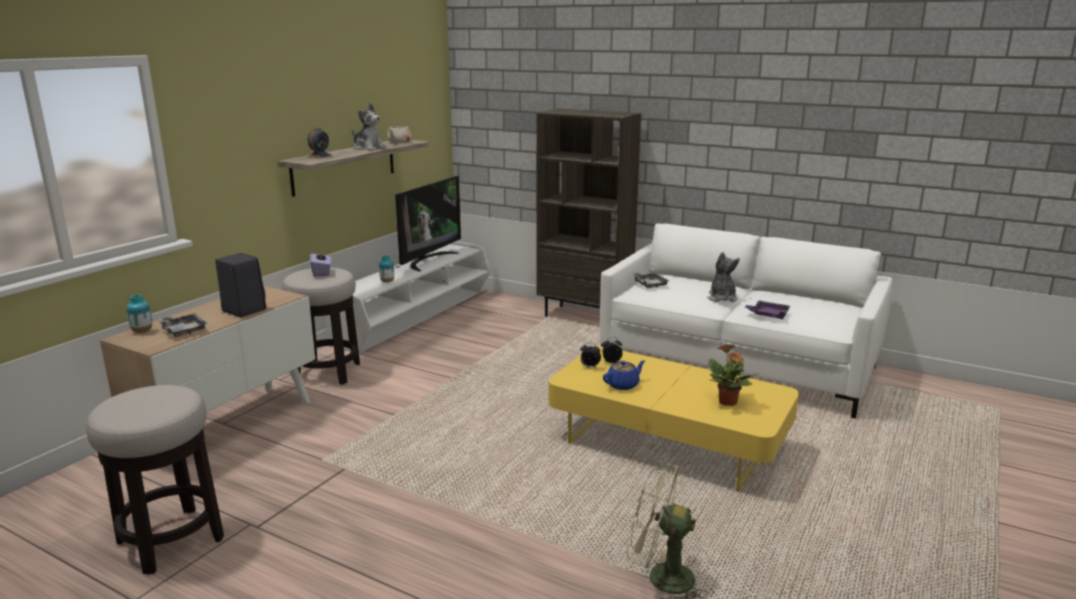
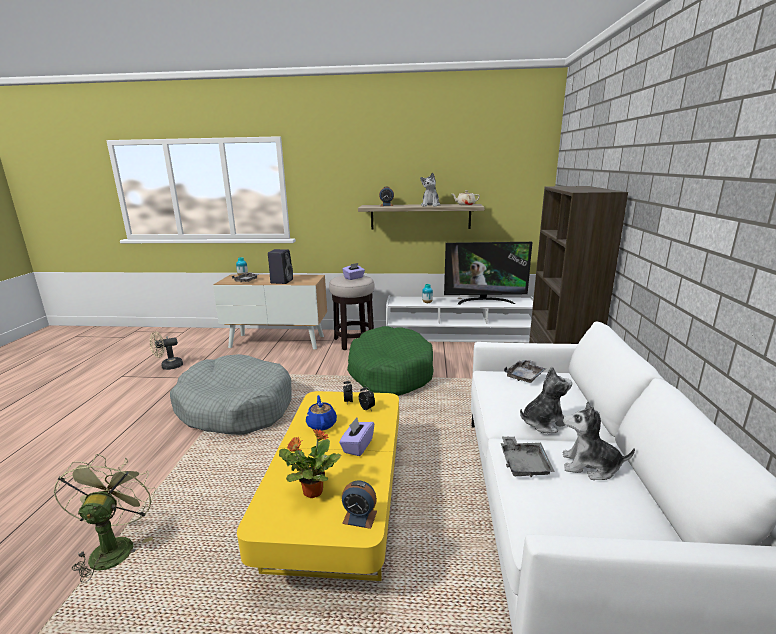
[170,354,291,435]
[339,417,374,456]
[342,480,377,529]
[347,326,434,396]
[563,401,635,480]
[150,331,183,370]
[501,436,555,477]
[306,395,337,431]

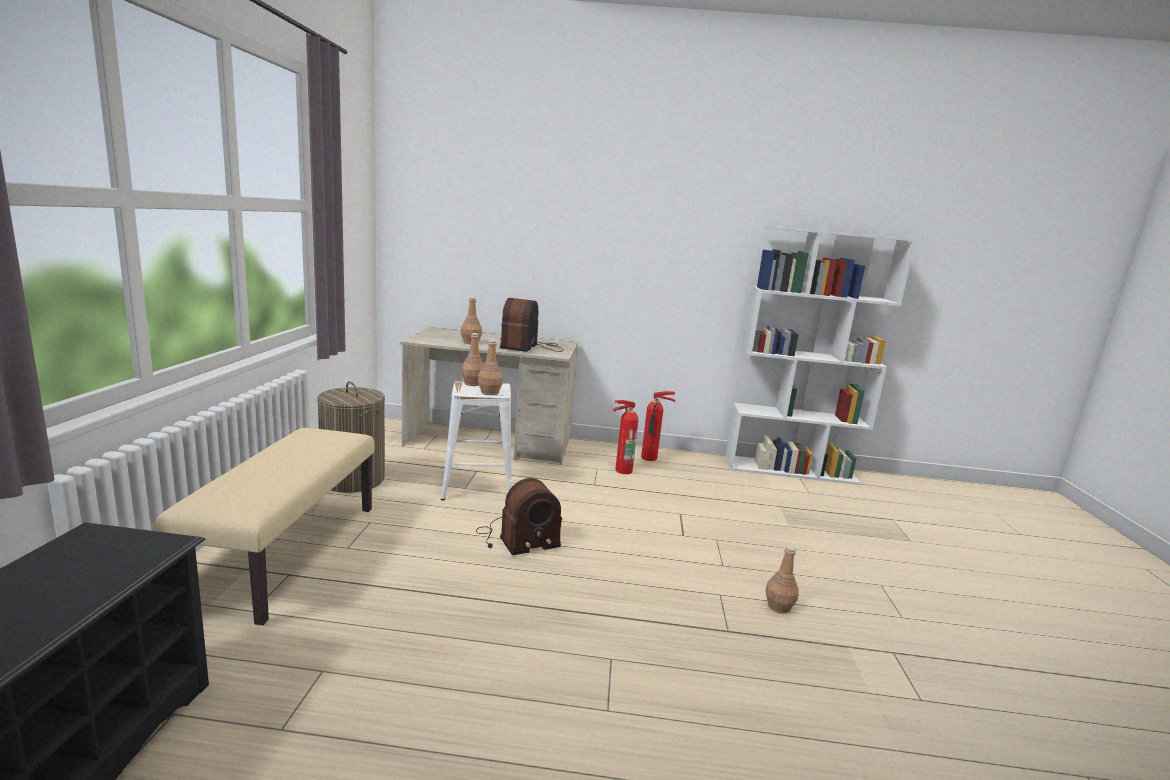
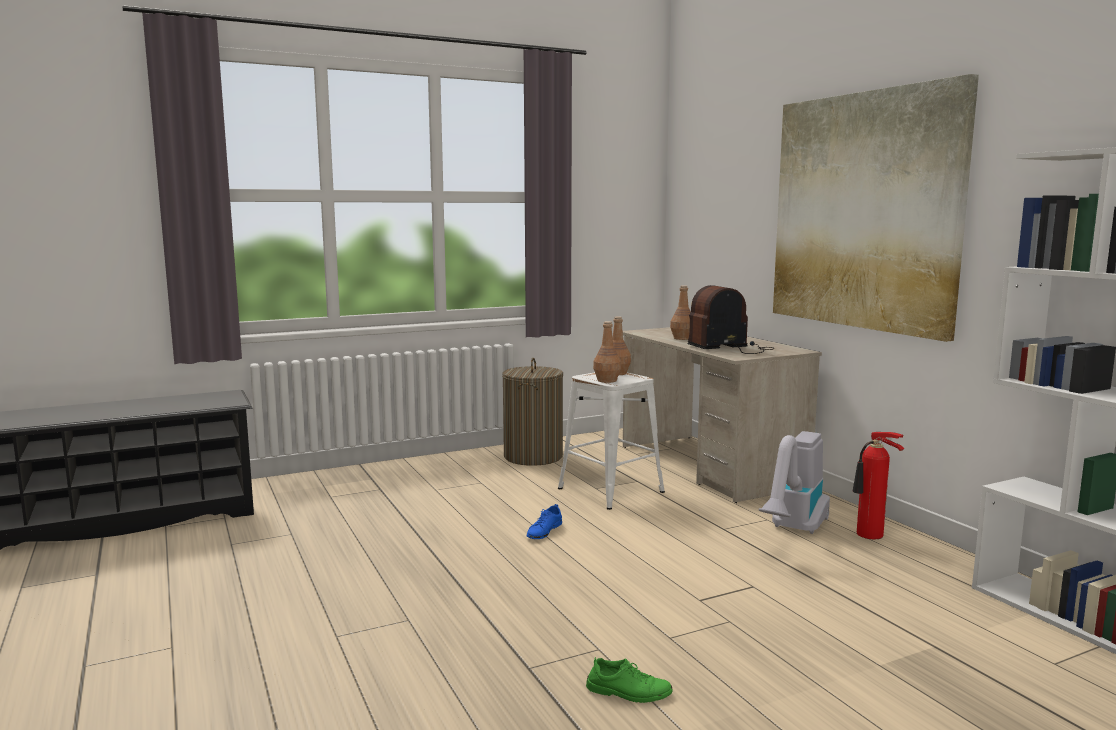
[154,428,375,625] (first image)
[773,74,979,342]
[527,504,562,539]
[759,431,830,534]
[586,657,673,703]

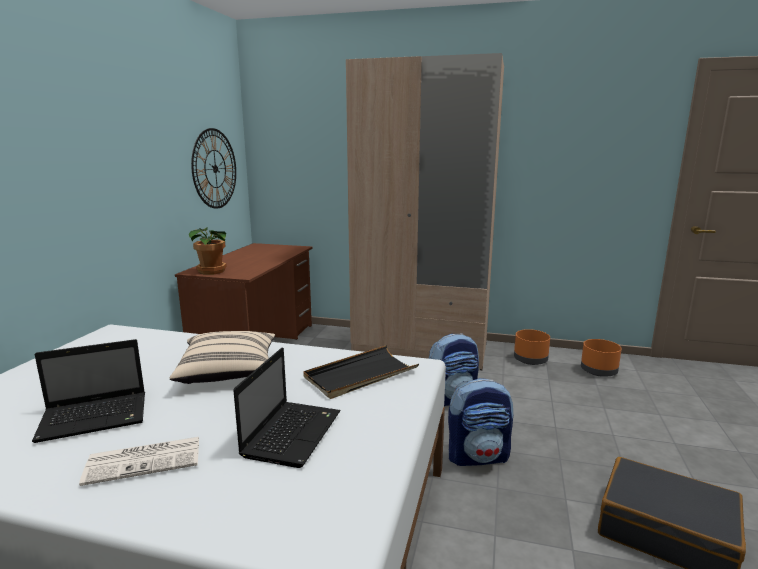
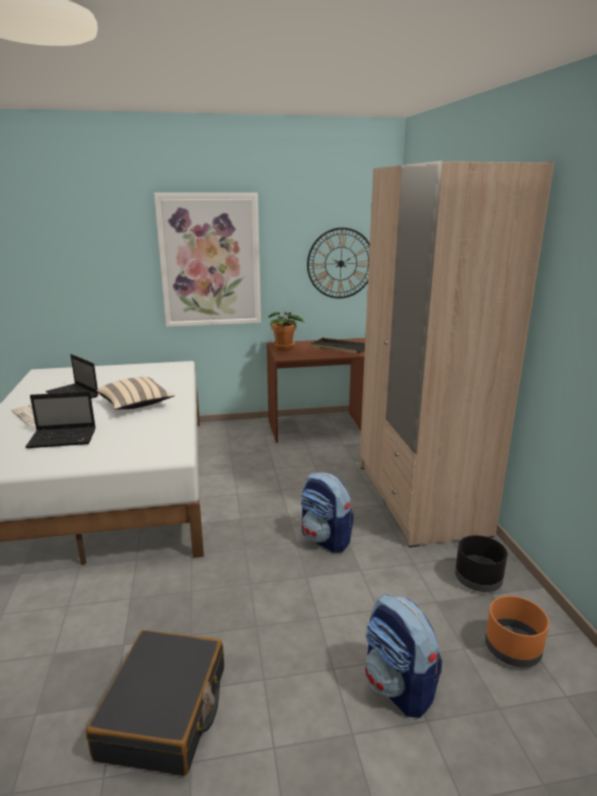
[154,193,261,327]
[310,338,365,353]
[365,594,442,718]
[455,535,508,592]

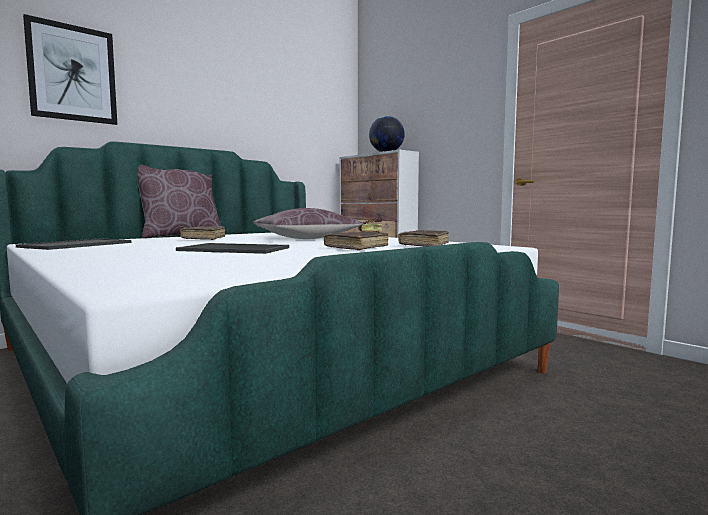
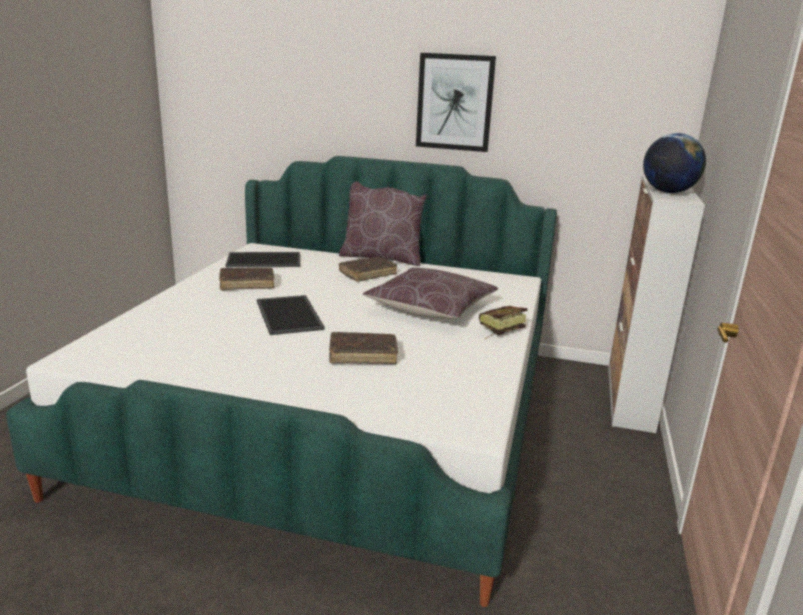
[416,53,496,152]
[219,268,274,290]

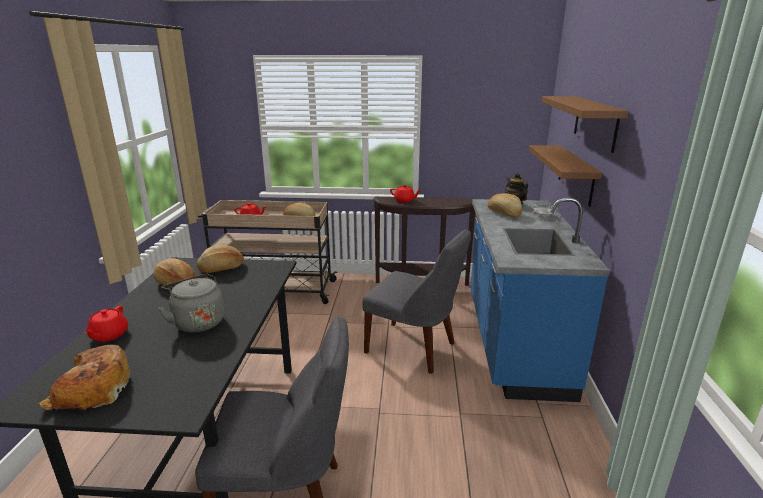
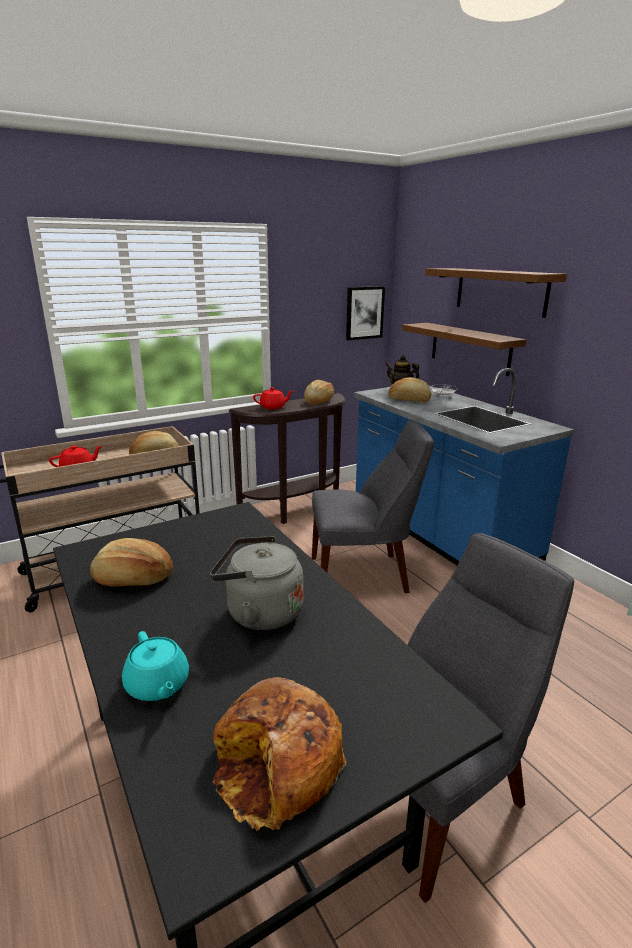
[346,286,385,340]
[304,380,334,405]
[122,631,189,701]

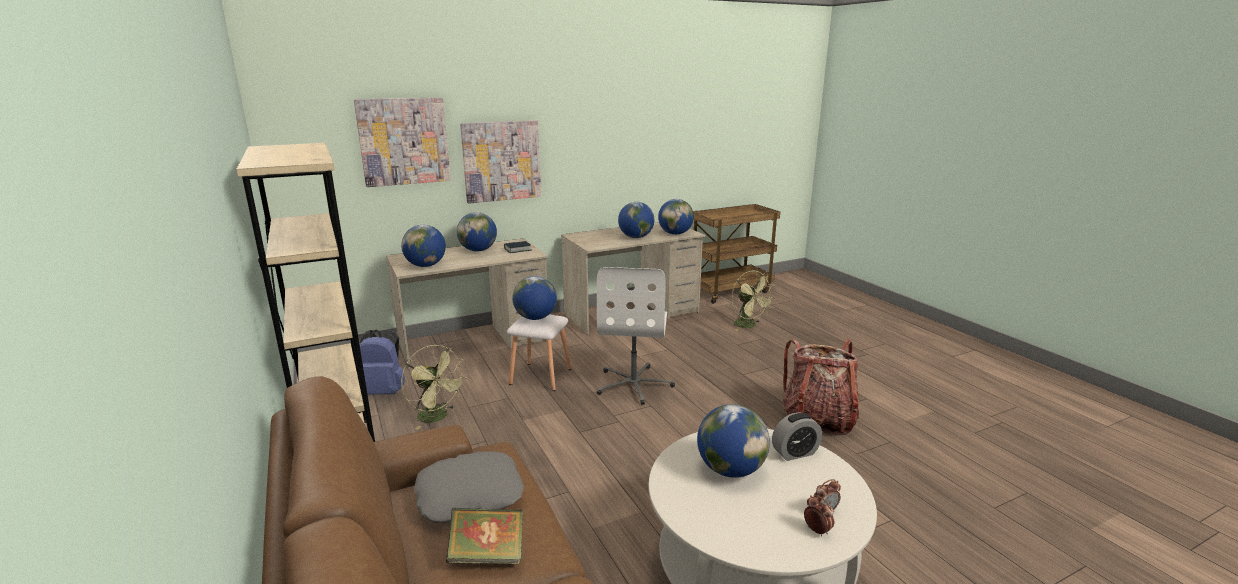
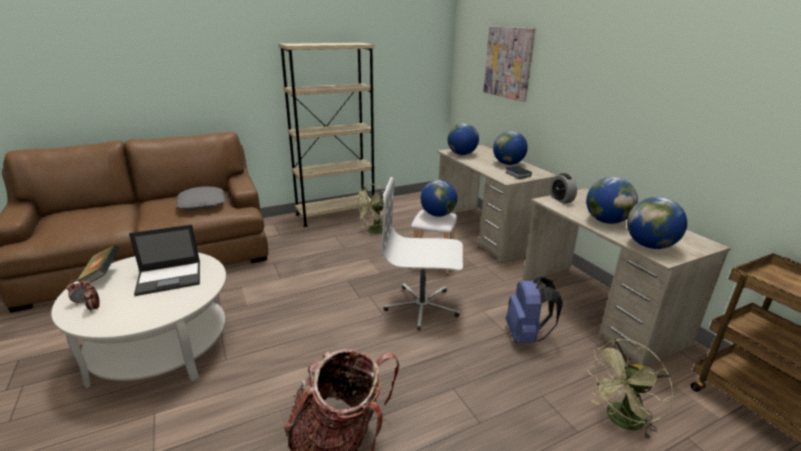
[460,120,541,204] (first image)
[506,277,563,343]
[77,245,119,283]
[550,173,577,204]
[129,225,200,296]

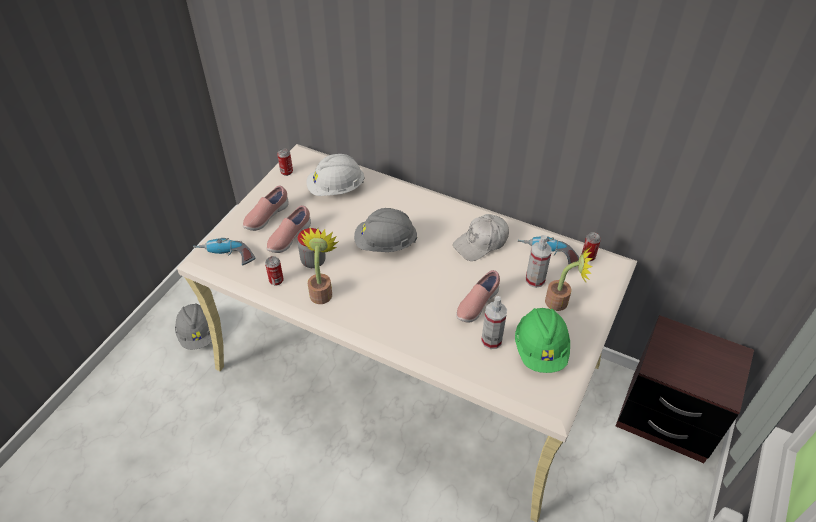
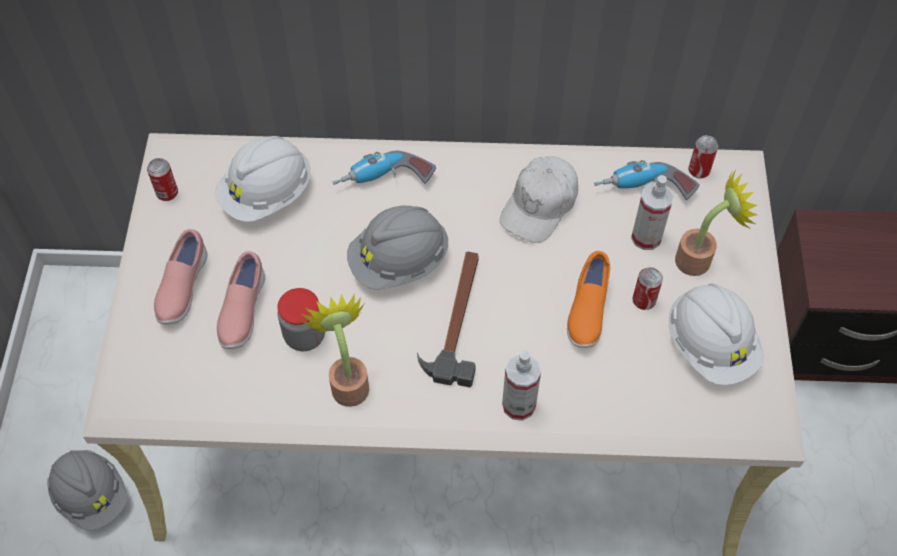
[417,252,479,387]
[333,151,436,185]
[632,267,663,310]
[502,351,541,421]
[567,251,610,348]
[669,284,764,385]

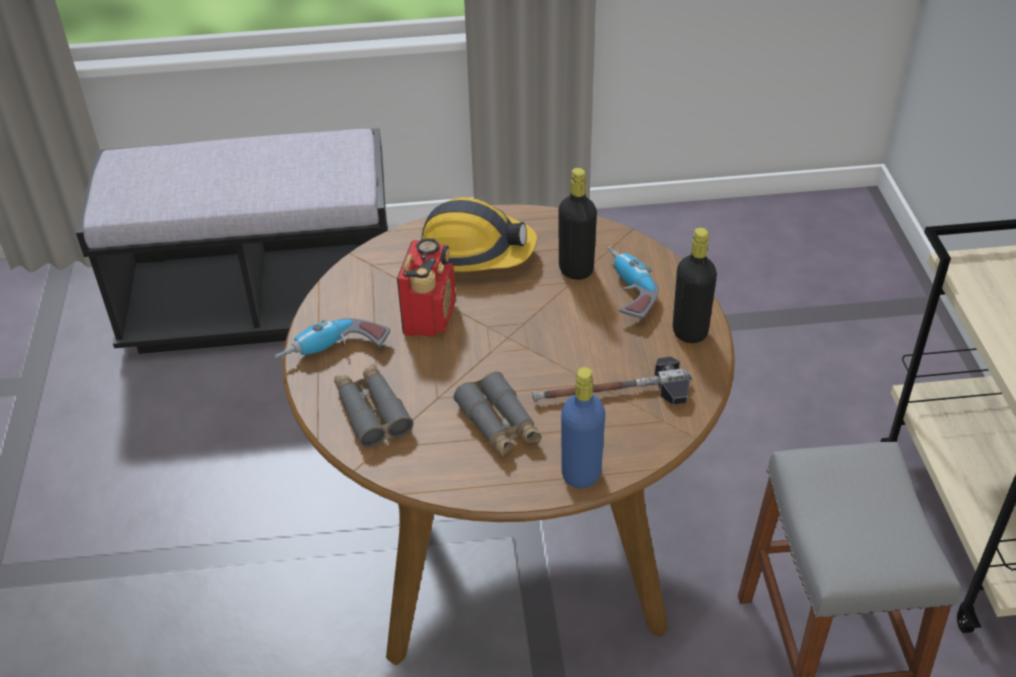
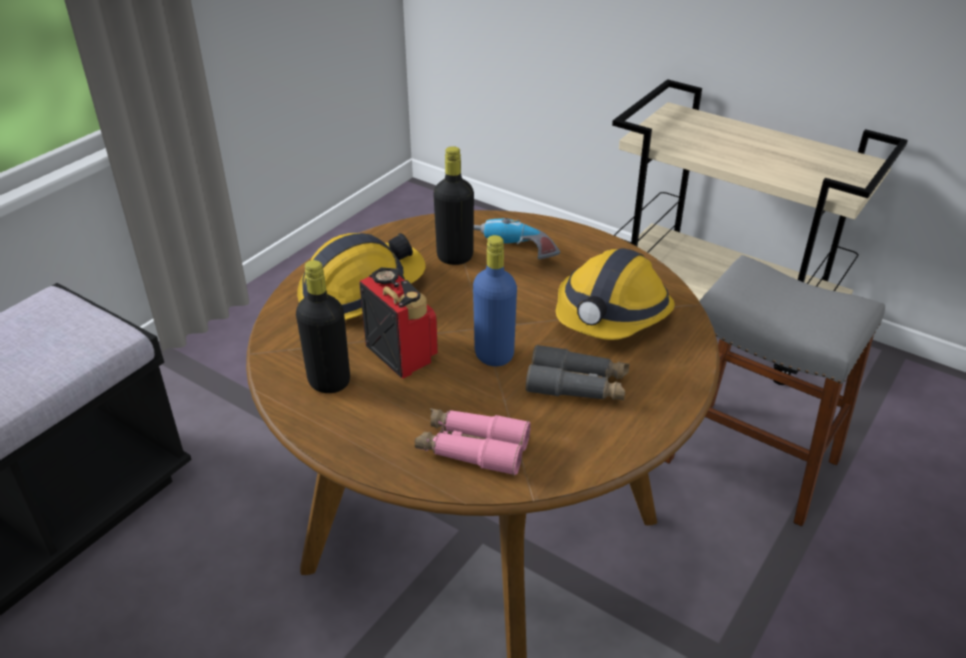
[274,318,390,358] (first image)
[473,235,517,366]
[296,260,350,393]
[556,248,675,340]
[415,408,531,476]

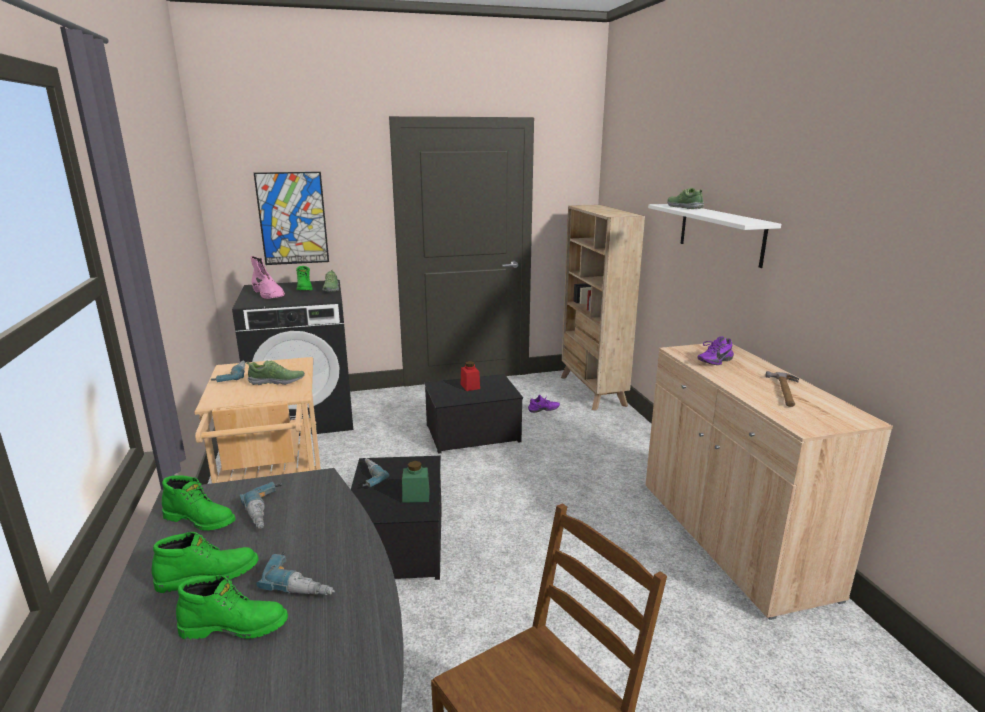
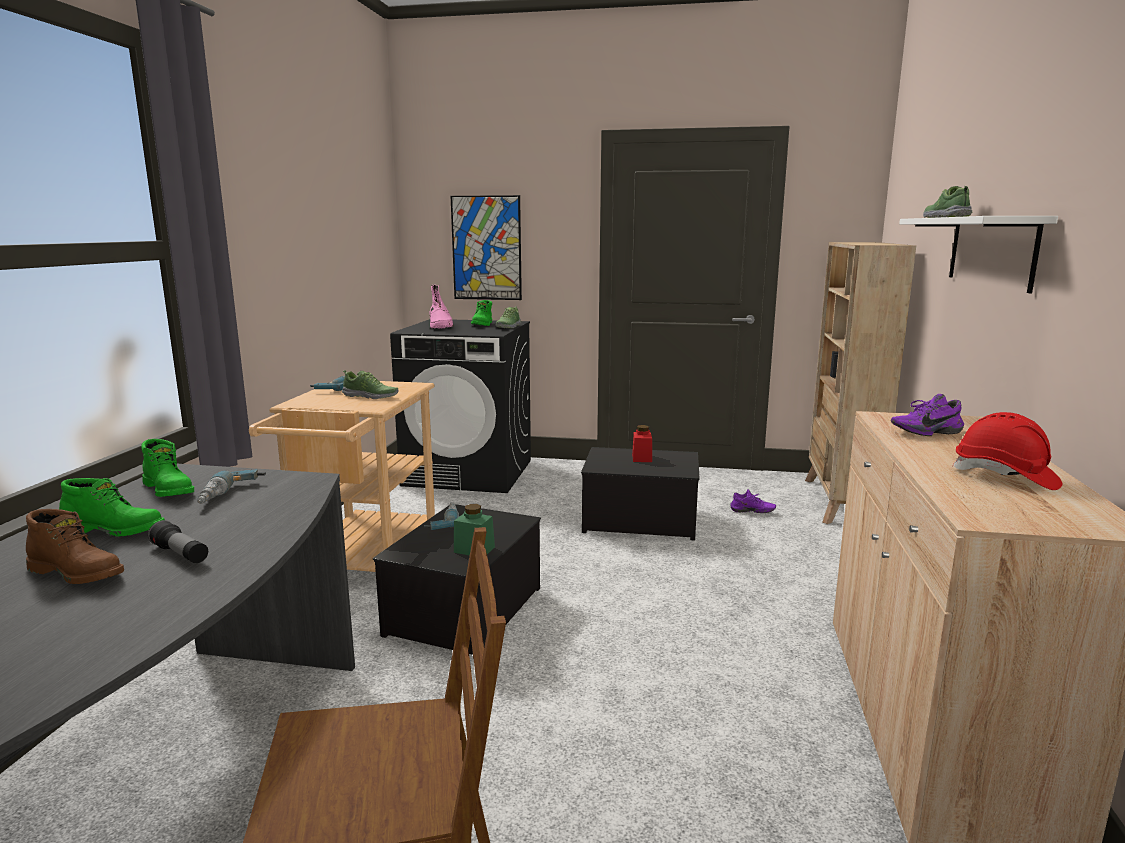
[148,520,208,563]
[953,412,1062,490]
[26,509,124,584]

